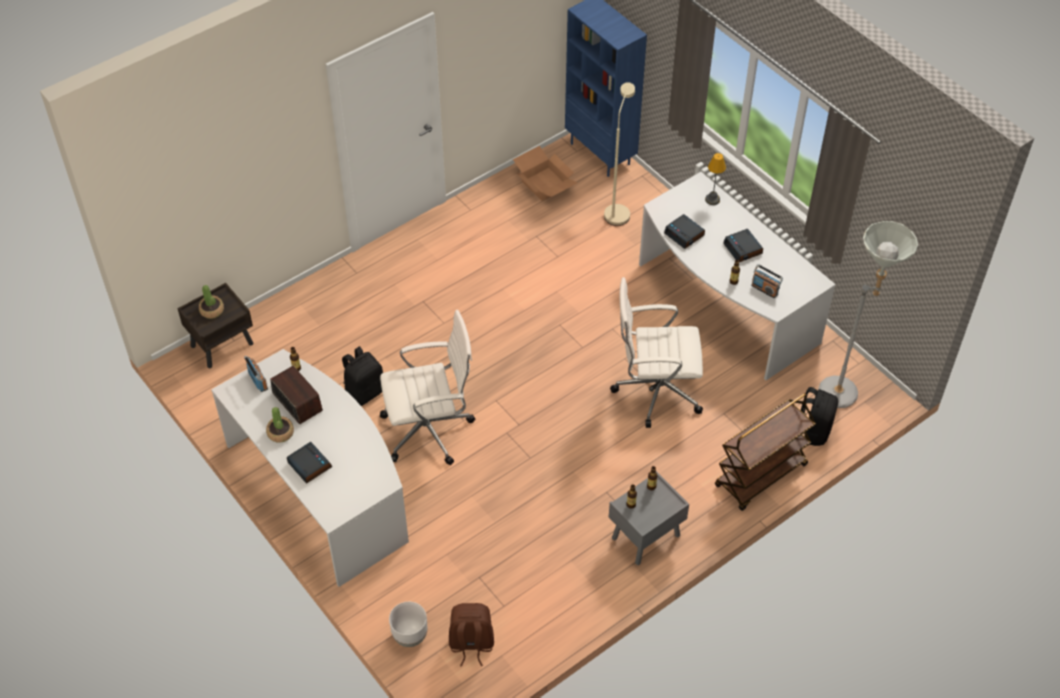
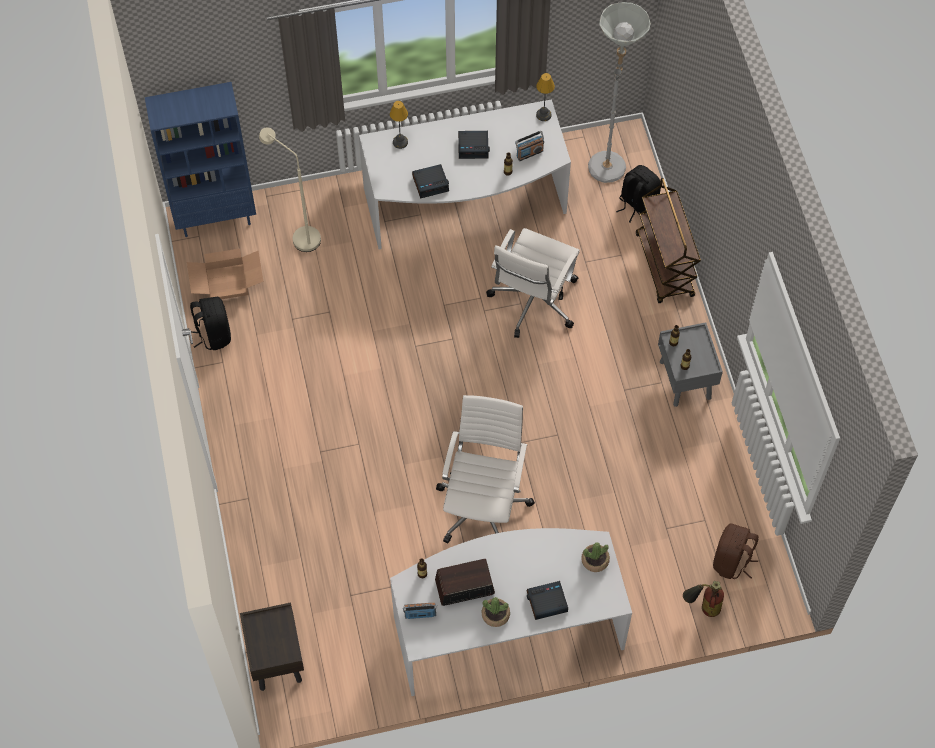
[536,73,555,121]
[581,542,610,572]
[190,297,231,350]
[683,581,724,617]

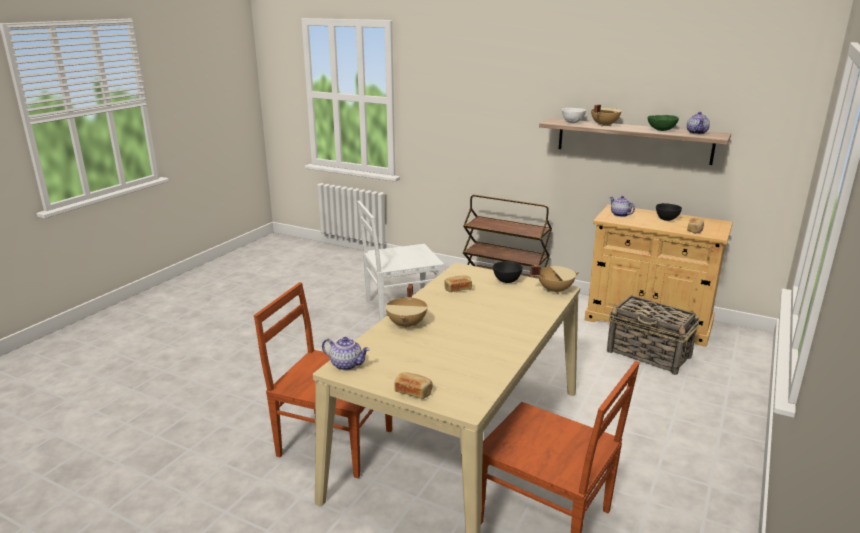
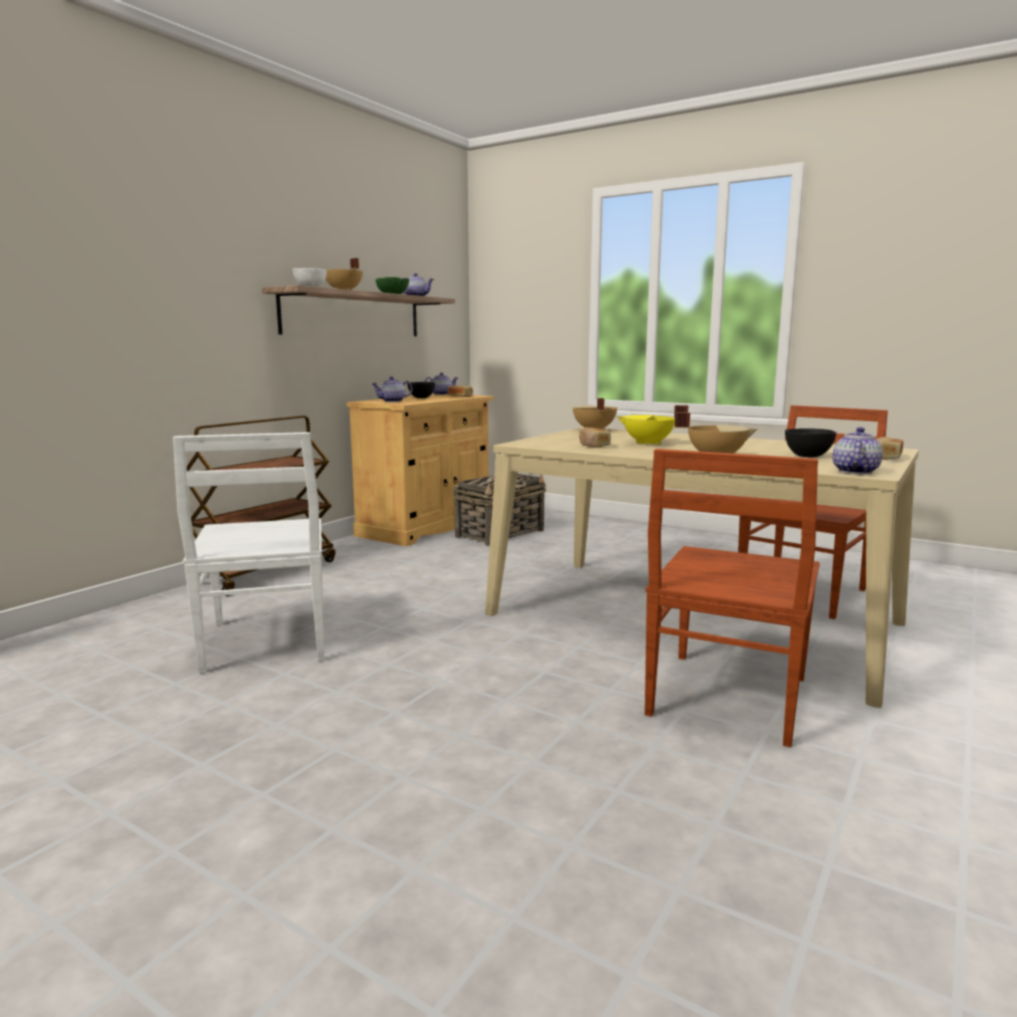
[424,372,458,395]
[617,405,689,445]
[785,429,836,457]

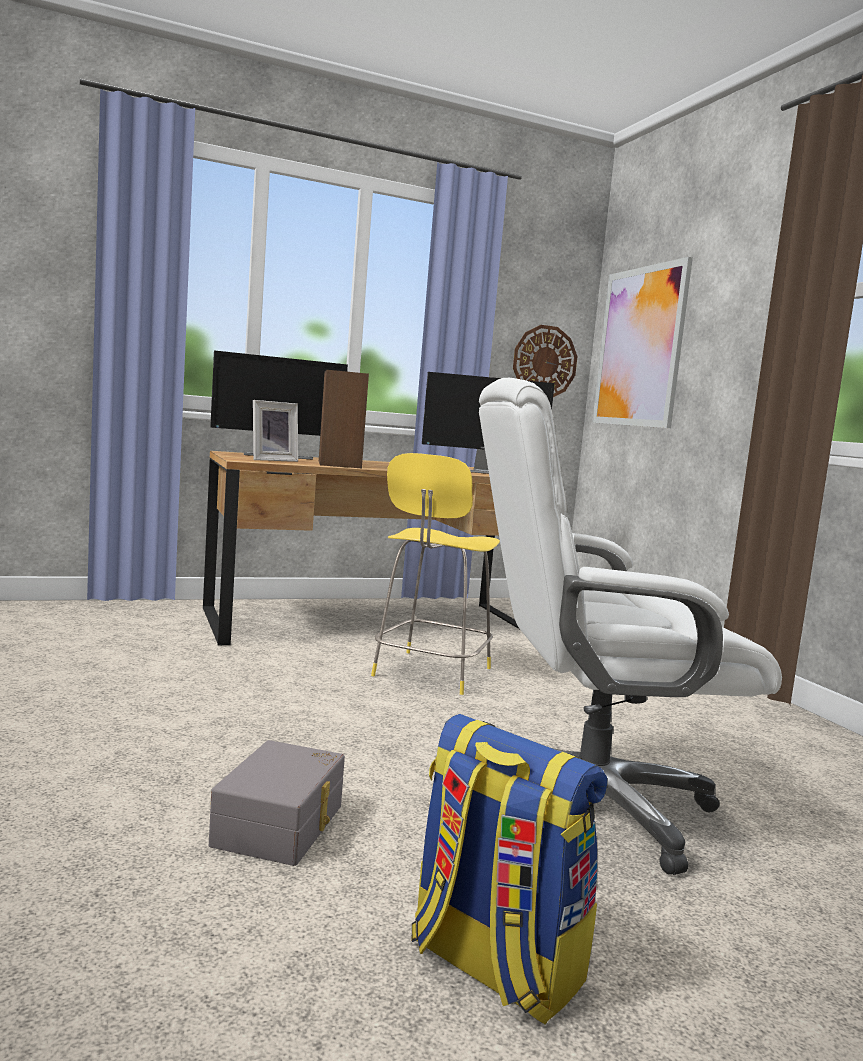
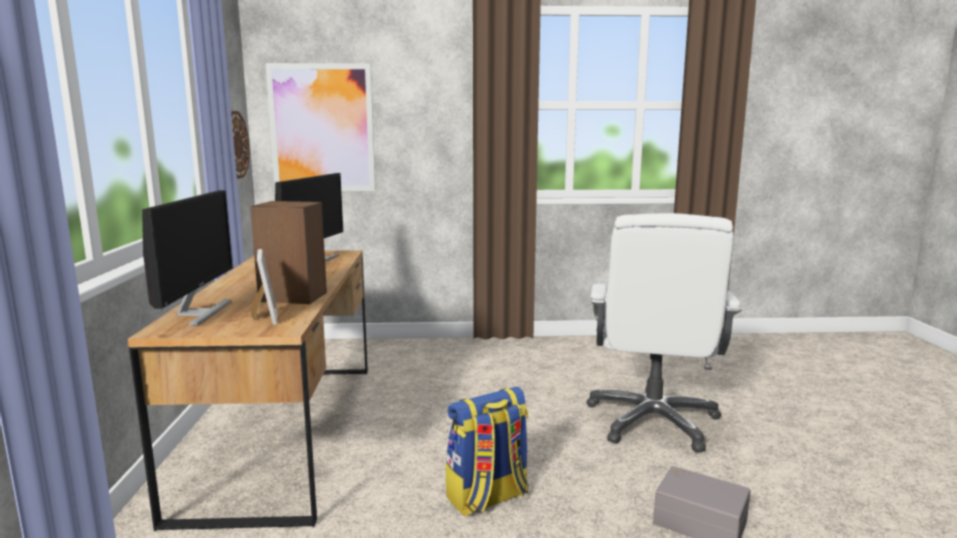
[371,453,500,695] (first image)
[446,386,529,517]

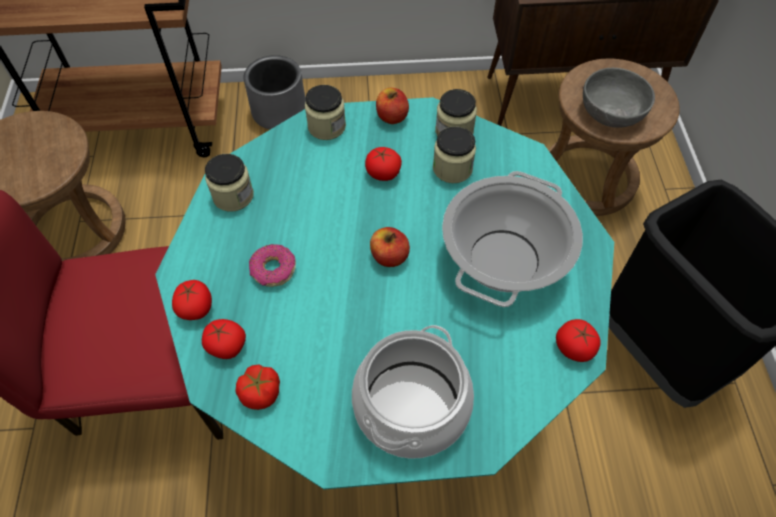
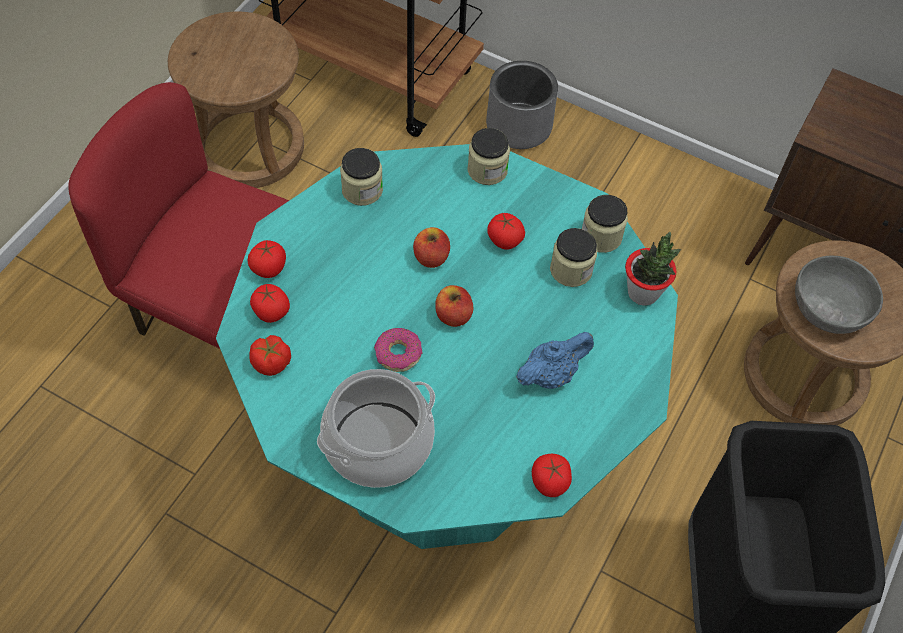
[625,232,681,305]
[374,328,422,372]
[413,227,450,268]
[516,332,594,389]

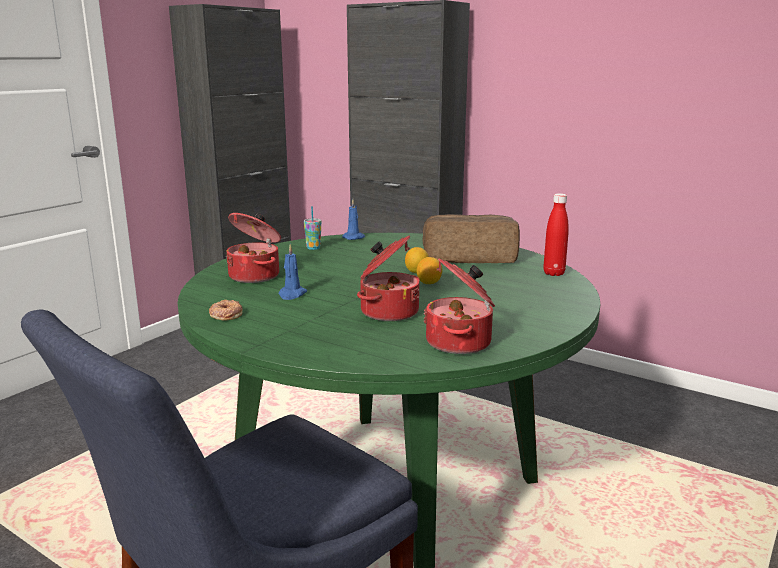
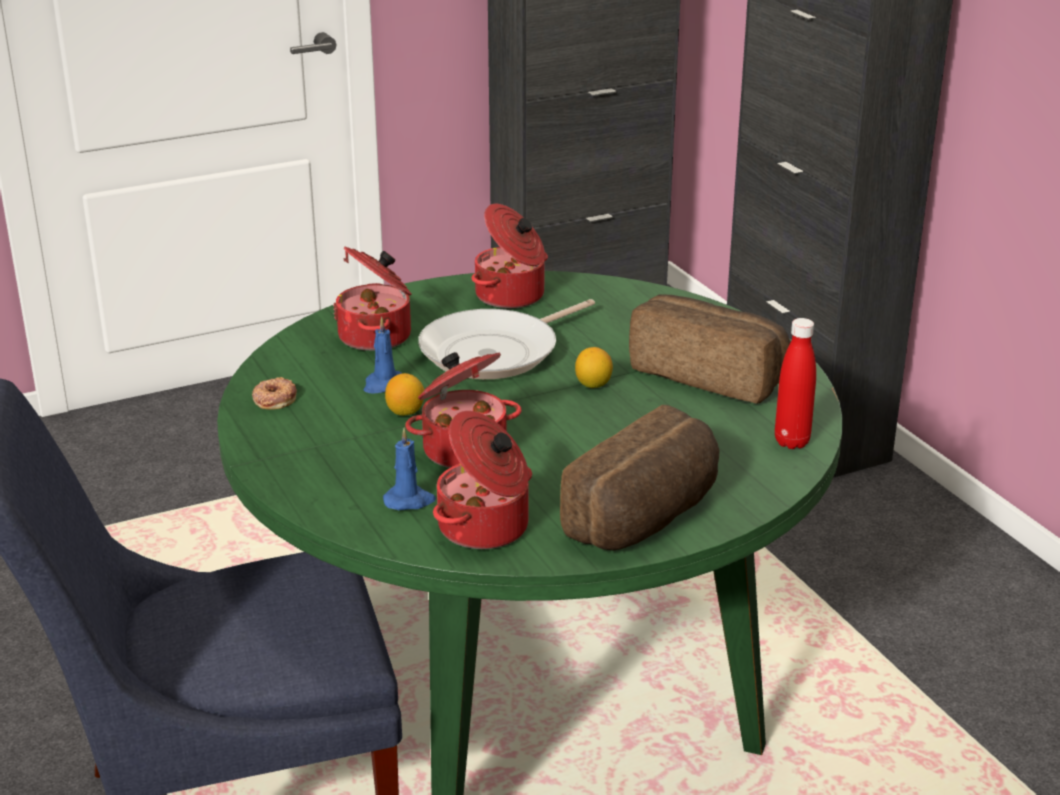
[418,299,595,379]
[560,405,720,550]
[383,427,436,510]
[385,373,424,416]
[471,204,548,308]

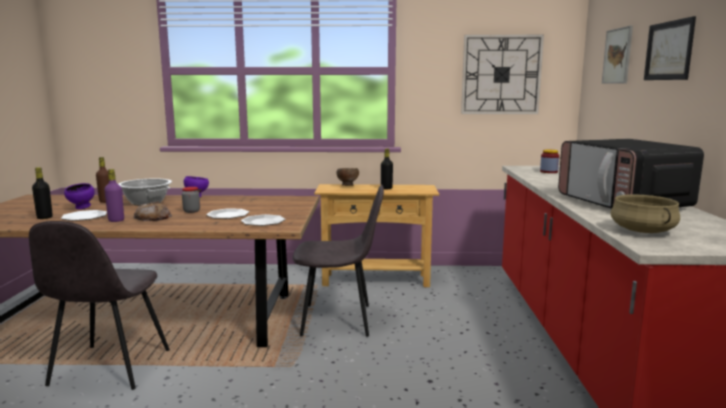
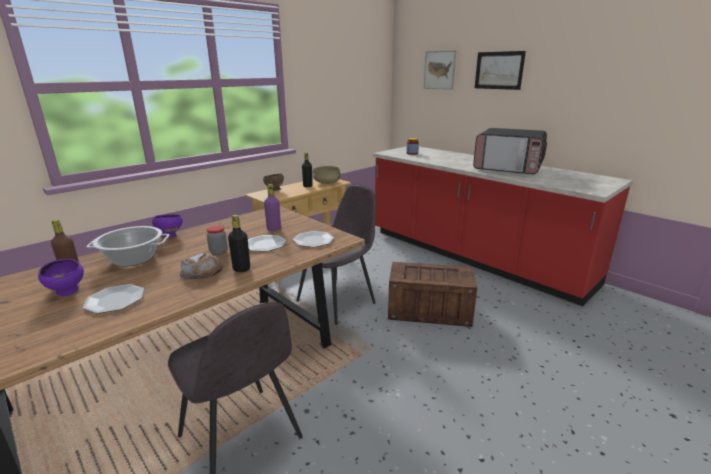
[461,34,544,114] (first image)
[388,262,477,327]
[228,215,250,272]
[264,184,281,231]
[313,166,341,184]

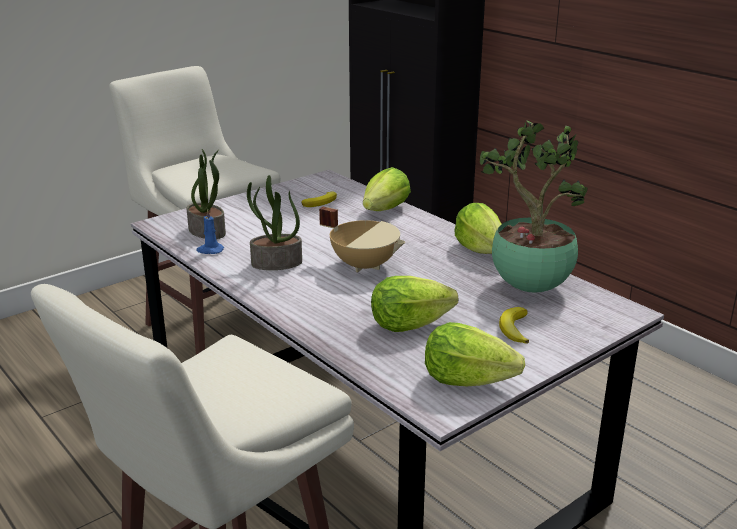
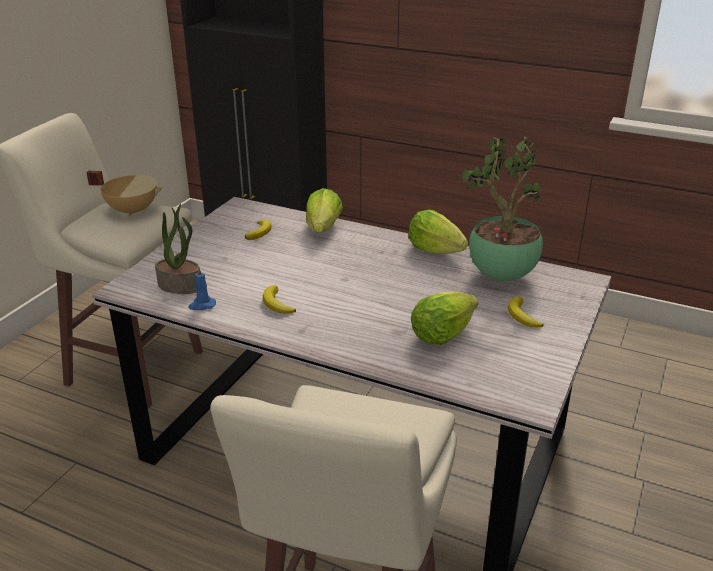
[425,322,525,386] (first image)
[87,171,163,217]
[263,285,296,314]

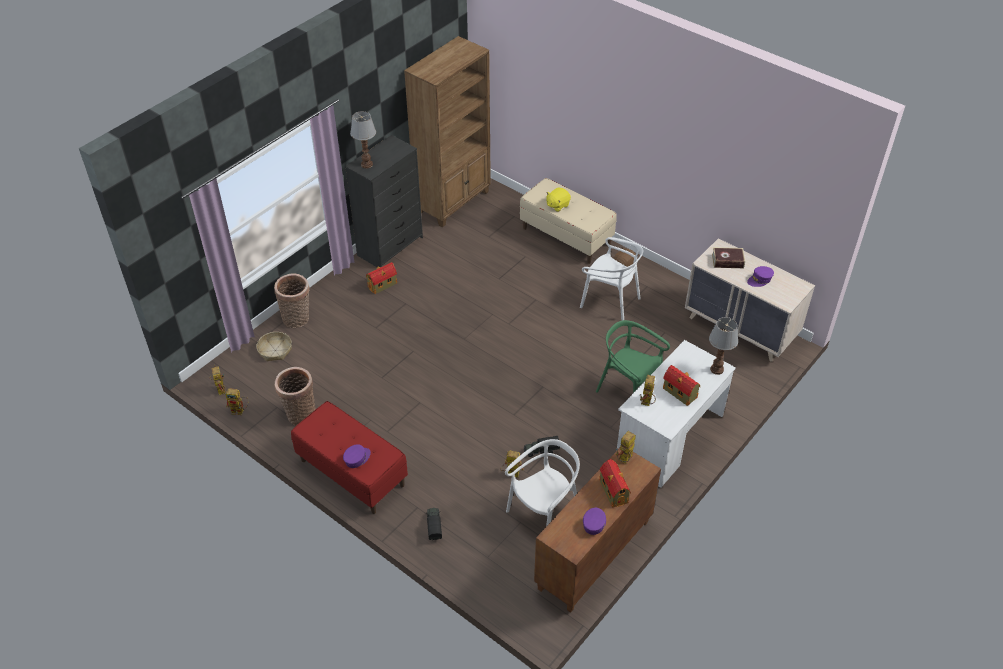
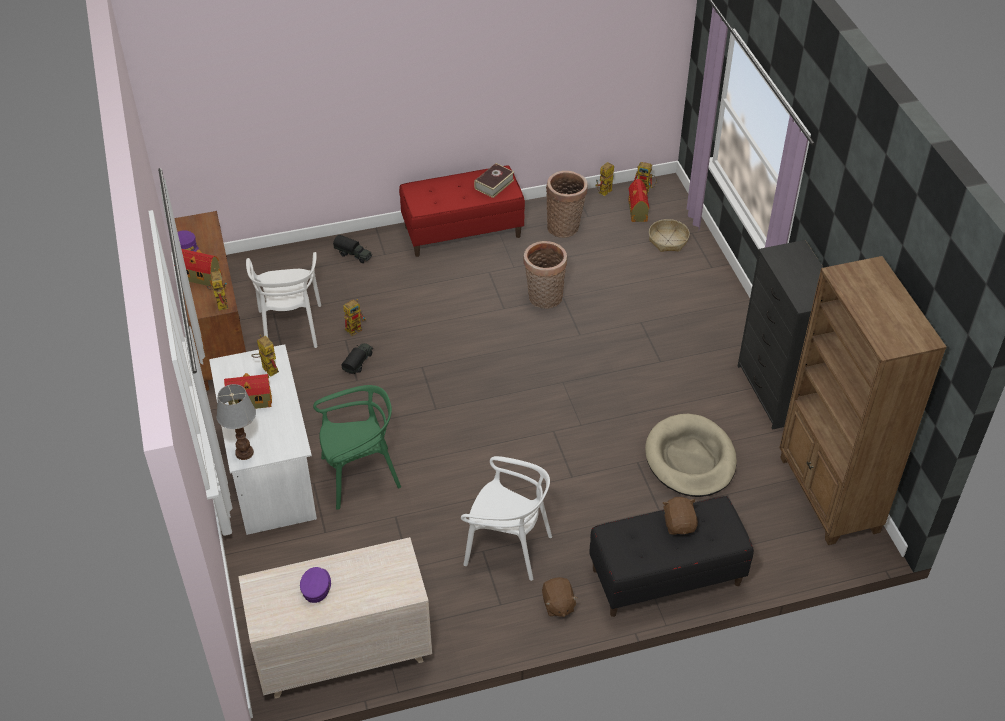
[343,444,371,468] (first image)
[350,111,376,169] (first image)
[645,414,737,497]
[523,241,567,309]
[628,179,649,222]
[474,163,514,198]
[589,496,754,617]
[663,497,698,535]
[461,456,552,581]

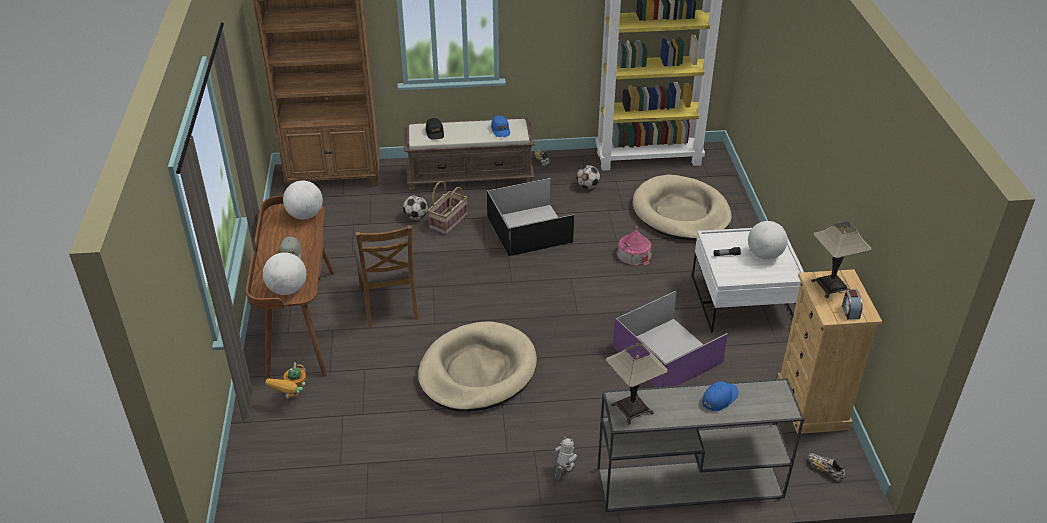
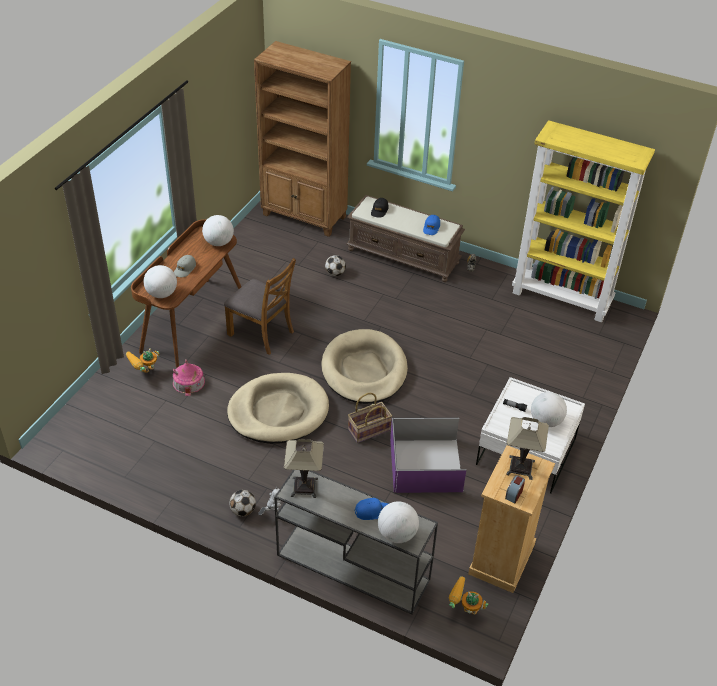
[487,178,574,256] (first image)
[378,502,419,543]
[348,393,392,443]
[229,490,256,516]
[173,359,205,396]
[321,329,408,404]
[449,576,488,615]
[224,258,296,355]

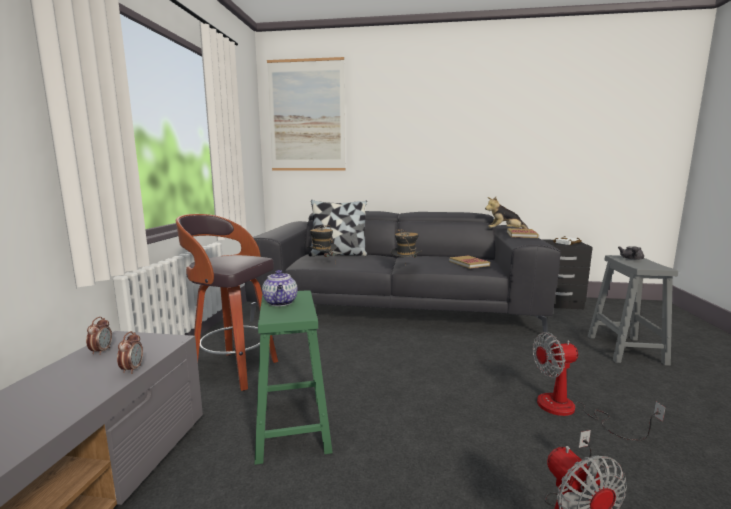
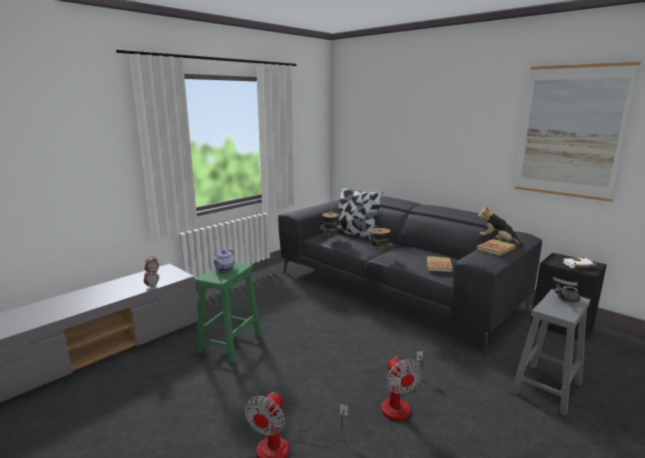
[176,214,278,391] (first image)
[515,62,641,202]
[381,351,424,421]

